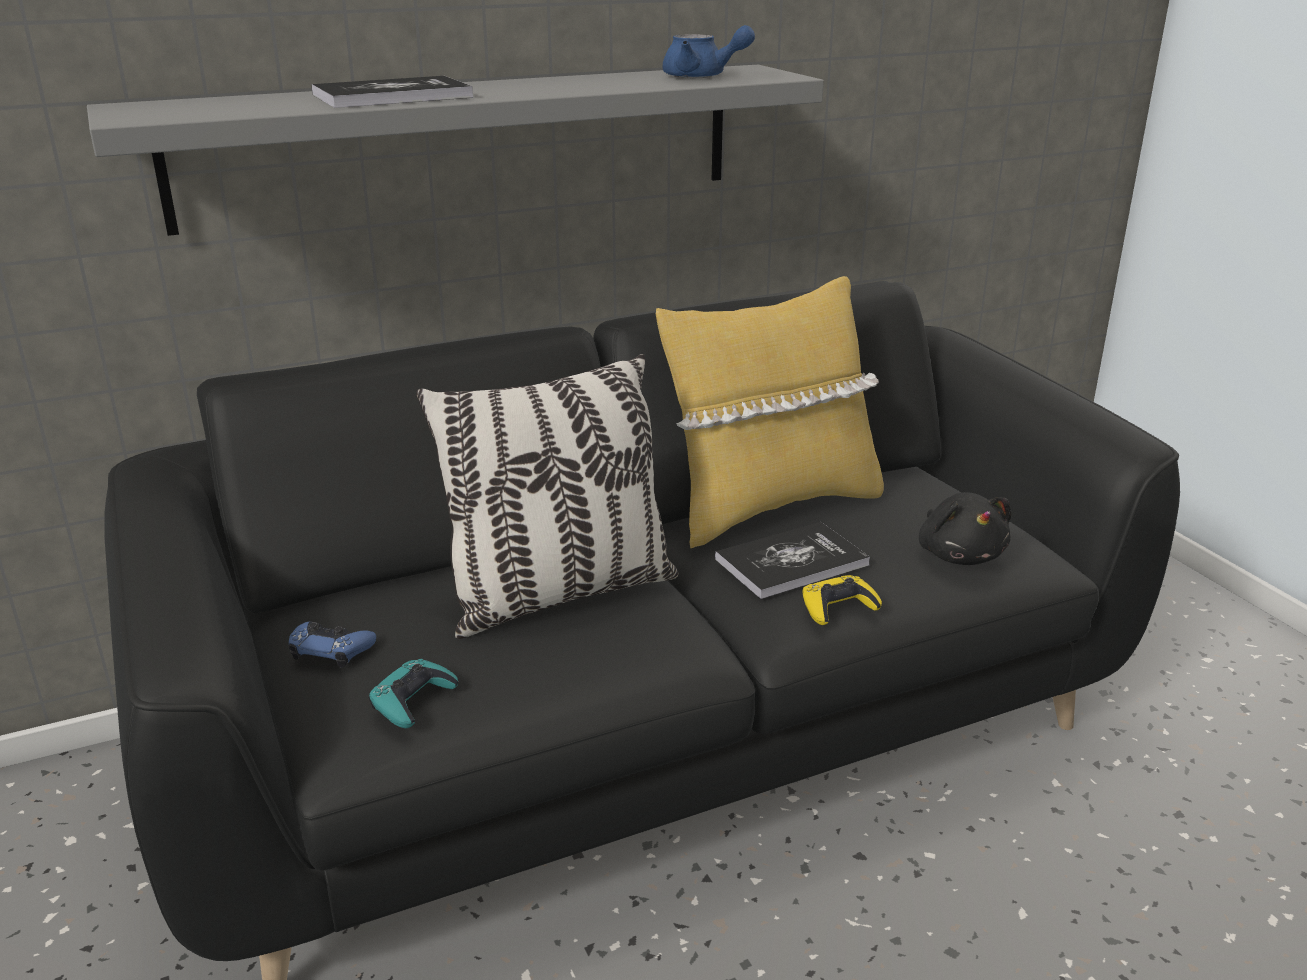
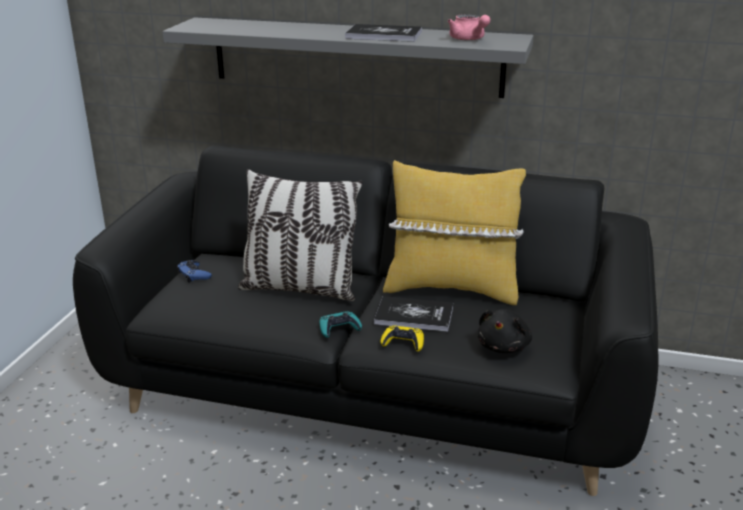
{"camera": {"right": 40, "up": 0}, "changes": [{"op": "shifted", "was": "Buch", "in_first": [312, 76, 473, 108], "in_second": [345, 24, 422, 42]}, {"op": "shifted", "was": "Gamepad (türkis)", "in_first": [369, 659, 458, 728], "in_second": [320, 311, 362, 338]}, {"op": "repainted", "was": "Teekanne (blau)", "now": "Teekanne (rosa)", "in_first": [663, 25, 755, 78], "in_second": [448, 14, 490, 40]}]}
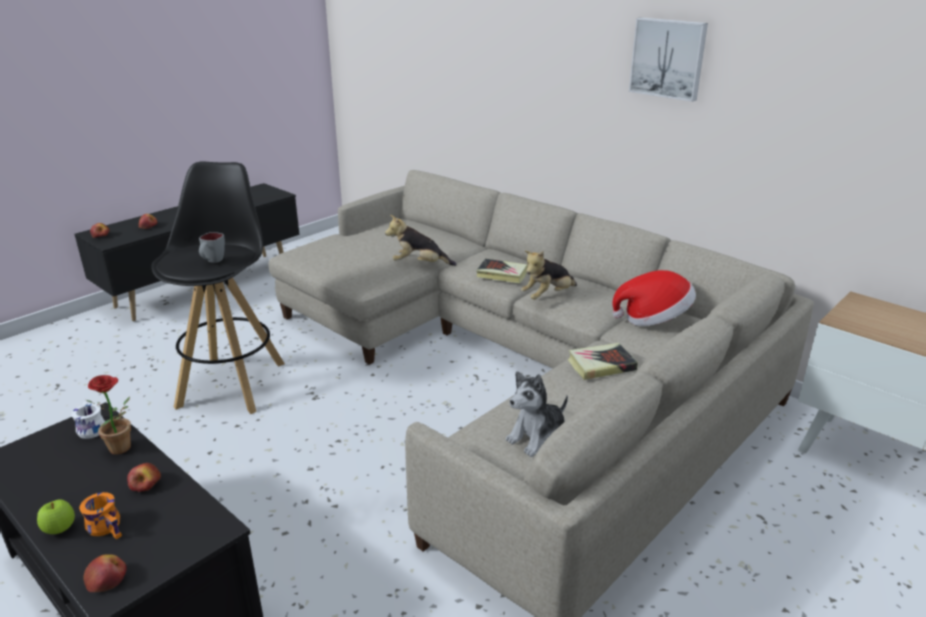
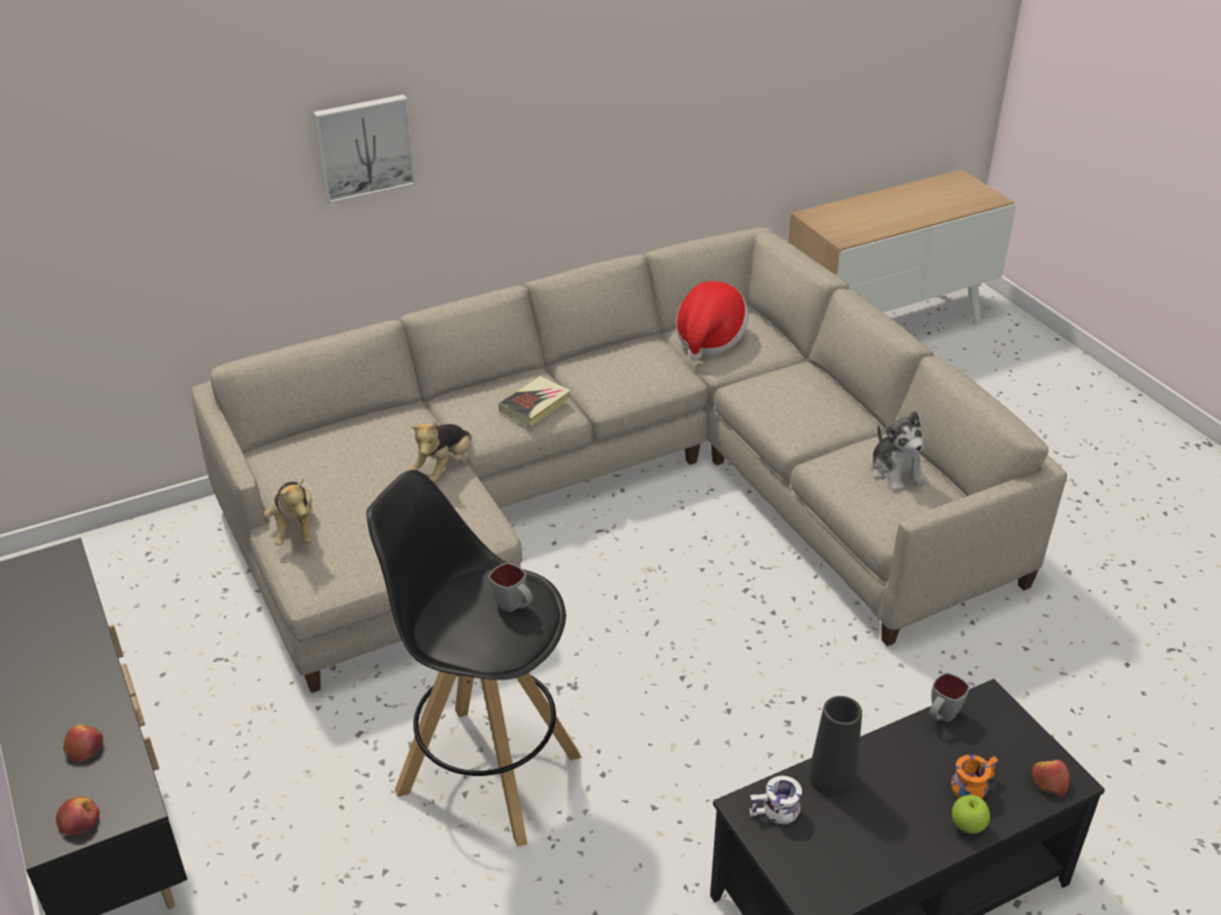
{"camera": {"right": -70, "up": 10}, "changes": [{"op": "gone", "was": "Apfel", "in_first": [127, 463, 161, 492]}, {"op": "gone", "was": "Buch", "in_first": [568, 343, 638, 380]}, {"op": "new", "now": "Henkelbecher (grau)", "in_second": [929, 673, 970, 722]}, {"op": "shifted", "was": "Plüschtier", "in_first": [521, 251, 577, 300], "in_second": [264, 479, 313, 546]}, {"op": "shifted", "was": "Bild", "in_first": [629, 17, 708, 102], "in_second": [313, 94, 416, 204]}, {"op": "swapped", "was": "Topfpflanze", "now": "Vase (schwarz)", "in_first": [86, 375, 131, 454], "in_second": [809, 696, 862, 797]}]}
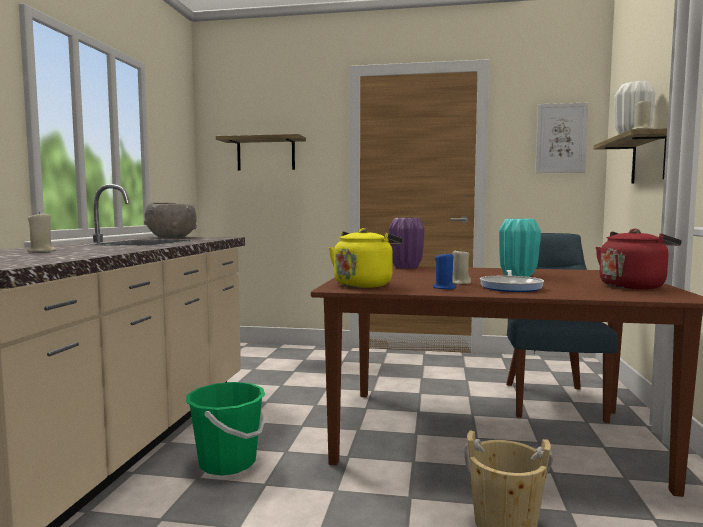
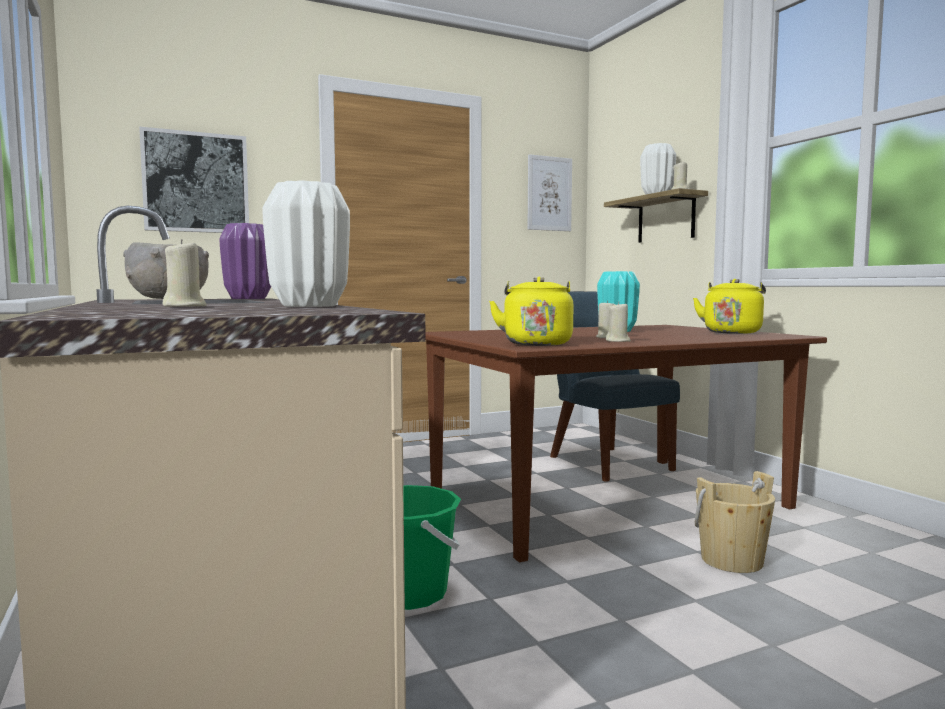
{"camera": {"right": -35, "up": 0}, "changes": [{"op": "gone", "was": "Pfanne", "in_first": [480, 270, 544, 292]}, {"op": "new", "now": "Vase (weiß)", "in_second": [262, 180, 350, 307]}, {"op": "shifted", "was": "Vase (lila)", "in_first": [389, 218, 424, 269], "in_second": [220, 223, 271, 299]}, {"op": "swapped", "was": "Wandregal", "now": "Bild", "in_first": [216, 134, 306, 171], "in_second": [139, 127, 249, 233]}, {"op": "repainted", "was": "Kerze (blau)", "now": "Kerze (beige)", "in_first": [433, 252, 457, 289], "in_second": [606, 302, 631, 342]}, {"op": "repainted", "was": "Wasserkessel (rot)", "now": "Wasserkessel (gelb)", "in_first": [596, 229, 682, 290], "in_second": [693, 279, 766, 334]}]}
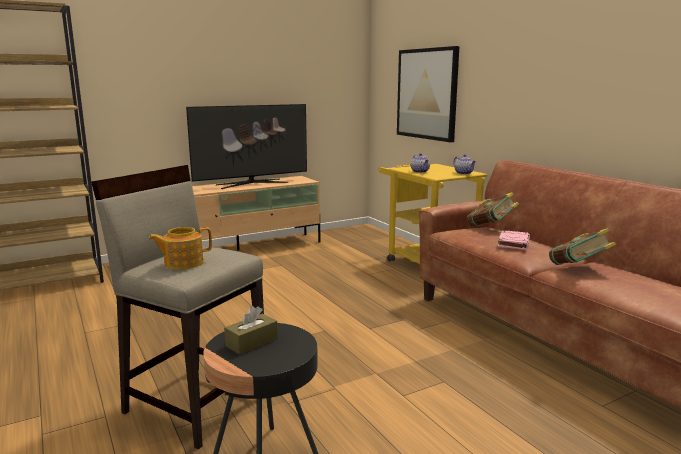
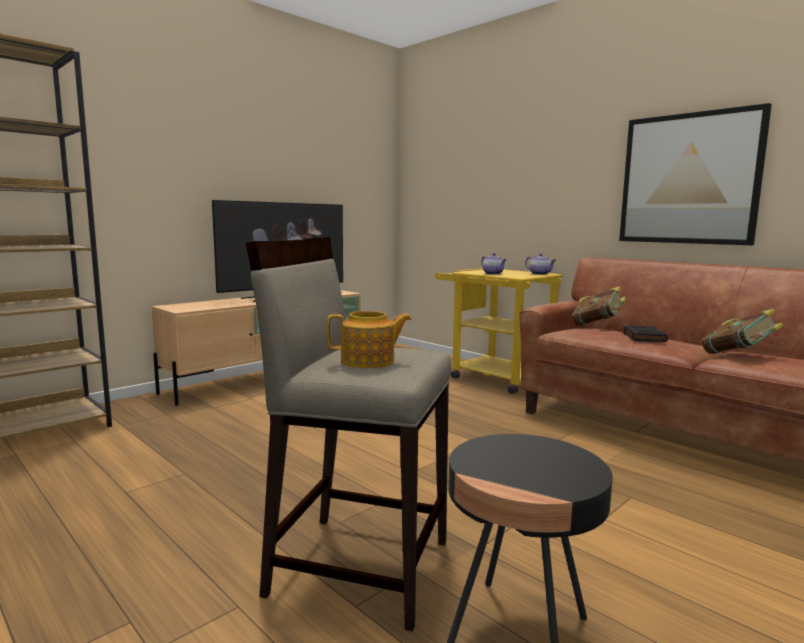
{"camera": {"right": -15, "up": -5}, "changes": [{"op": "gone", "was": "Taschentuchbox (braun)", "in_first": [224, 306, 278, 355]}, {"op": "shifted", "was": "Bild", "in_first": [397, 46, 459, 142], "in_second": [619, 103, 772, 245]}, {"op": "repainted", "was": "Buch (rosa)", "now": "Buch (schwarz)", "in_first": [498, 230, 530, 250], "in_second": [623, 325, 668, 342]}, {"op": "rotated", "was": "Teekanne", "in_first": [149, 227, 212, 270], "in_second": [327, 311, 412, 368], "clockwise": -150}]}
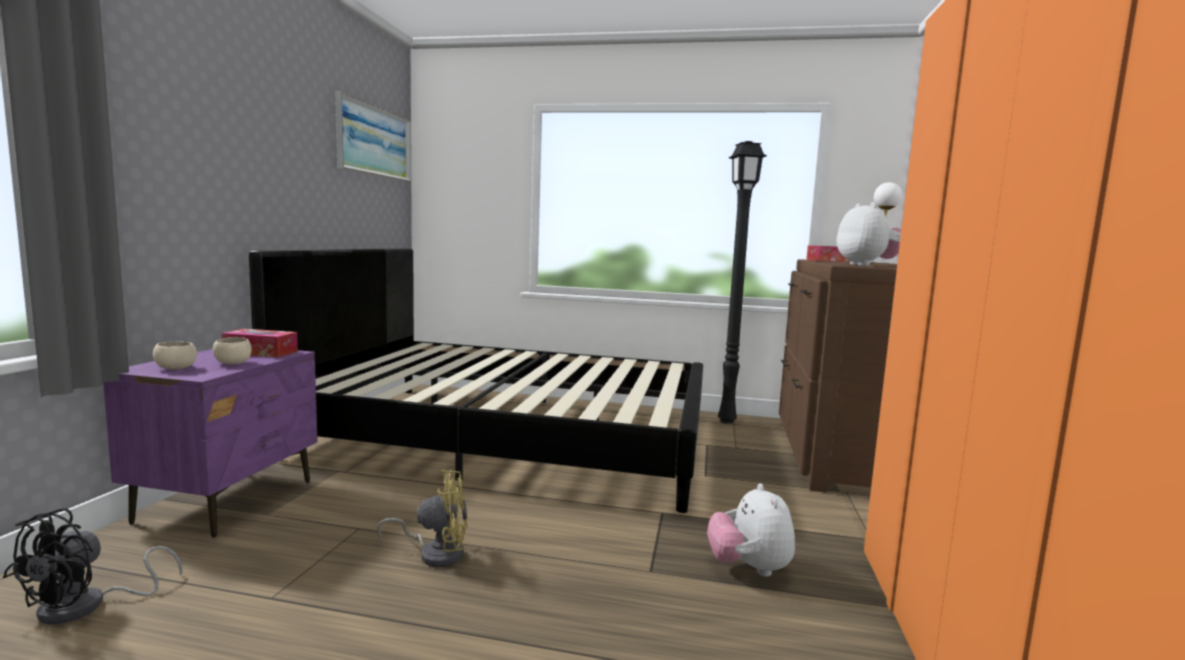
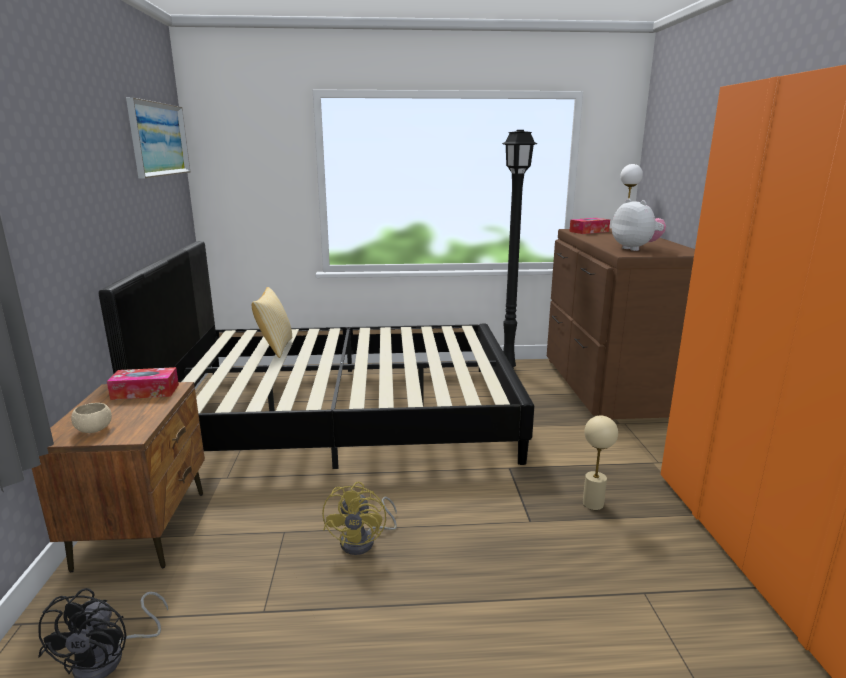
{"camera": {"right": -15, "up": 10}, "changes": [{"op": "gone", "was": "Schüssel (beige)", "in_first": [213, 337, 252, 365]}, {"op": "new", "now": "Kissen", "in_second": [252, 287, 292, 358]}, {"op": "swapped", "was": "Plüschtier", "now": "Tischlampe (beige)", "in_first": [707, 483, 795, 577], "in_second": [583, 416, 618, 510]}, {"op": "repainted", "was": "Nachttisch (lila)", "now": "Nachttisch (braun)", "in_first": [103, 349, 317, 537], "in_second": [32, 382, 205, 573]}, {"op": "rotated", "was": "Ventilator (gelb)", "in_first": [377, 470, 468, 567], "in_second": [322, 482, 397, 555], "clockwise": 120}]}
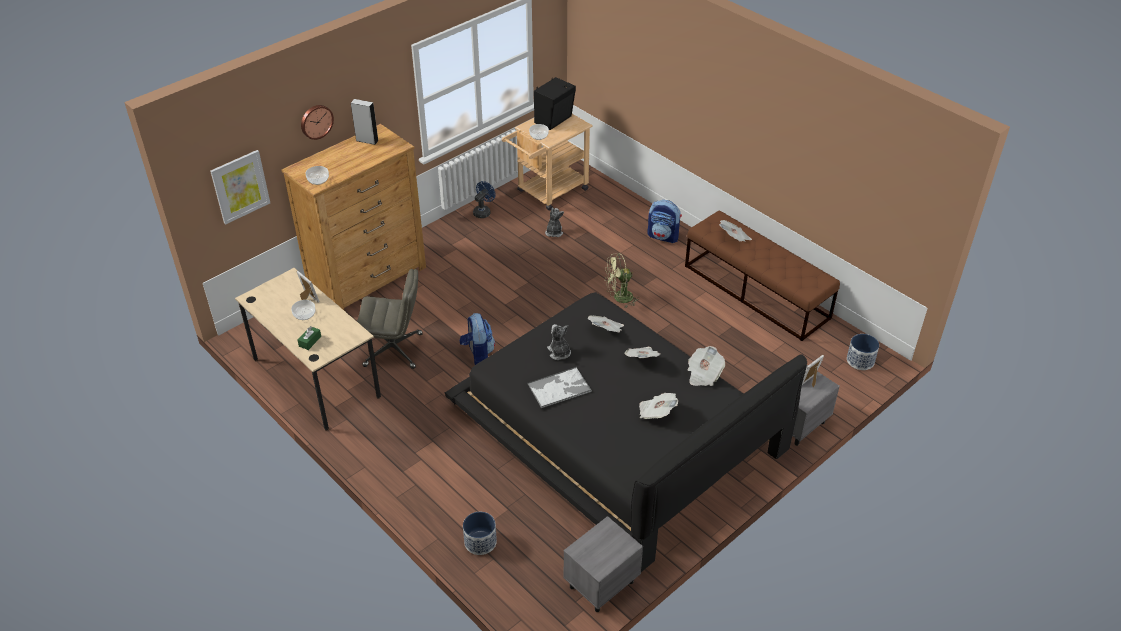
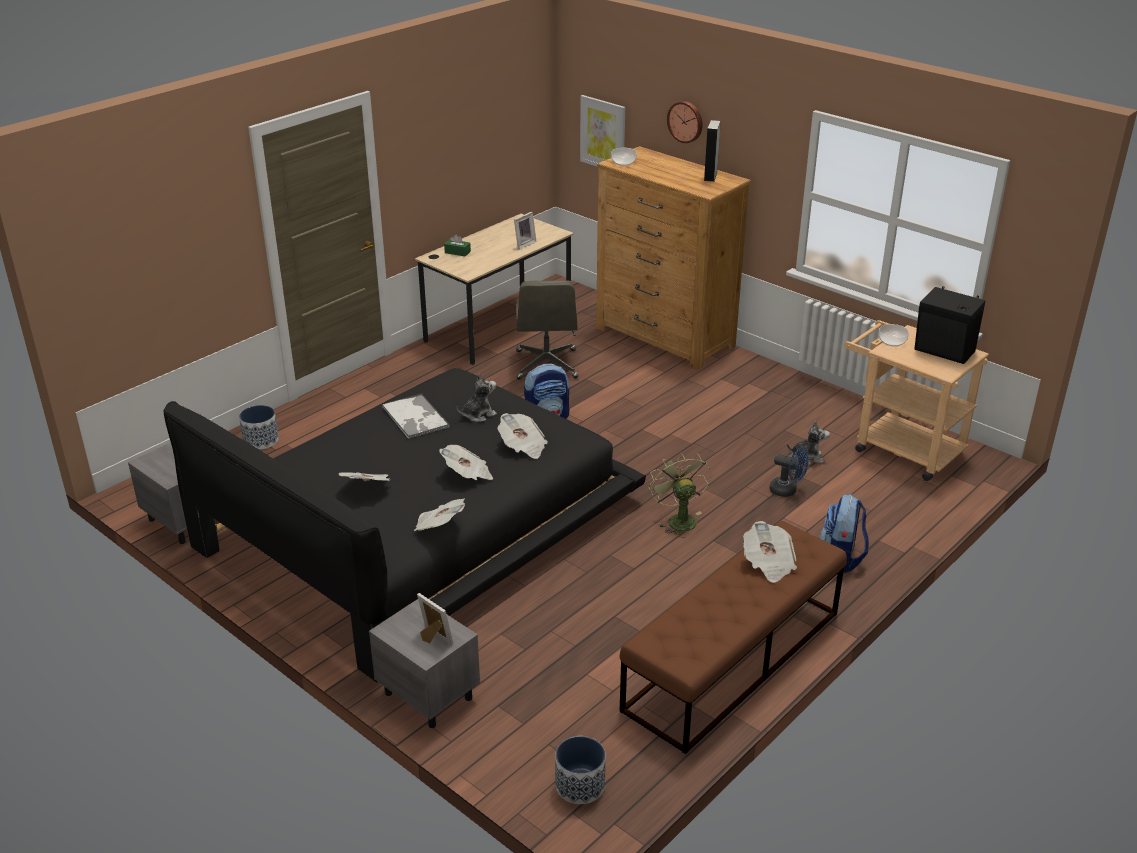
{"camera": {"right": 85, "up": -10}, "changes": [{"op": "gone", "was": "Schüssel", "in_first": [291, 300, 316, 320]}, {"op": "shifted", "was": "Ventilator (blau)", "in_first": [473, 181, 496, 218], "in_second": [769, 448, 809, 497]}]}
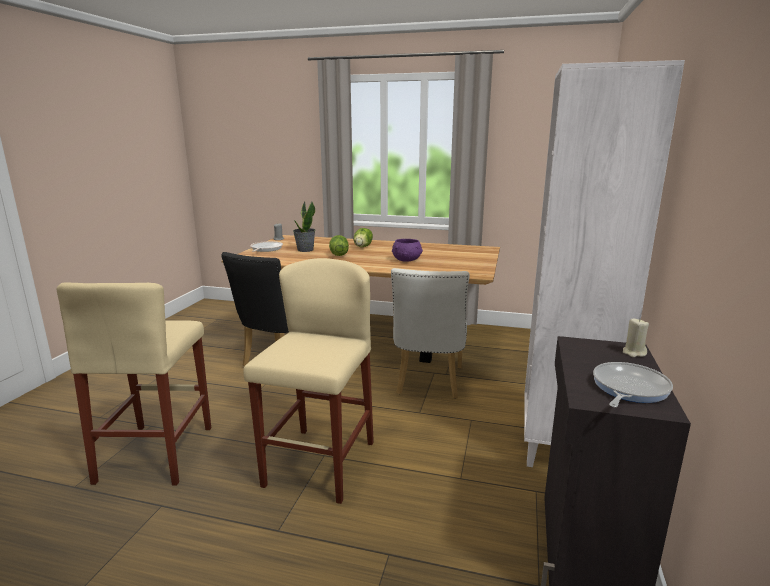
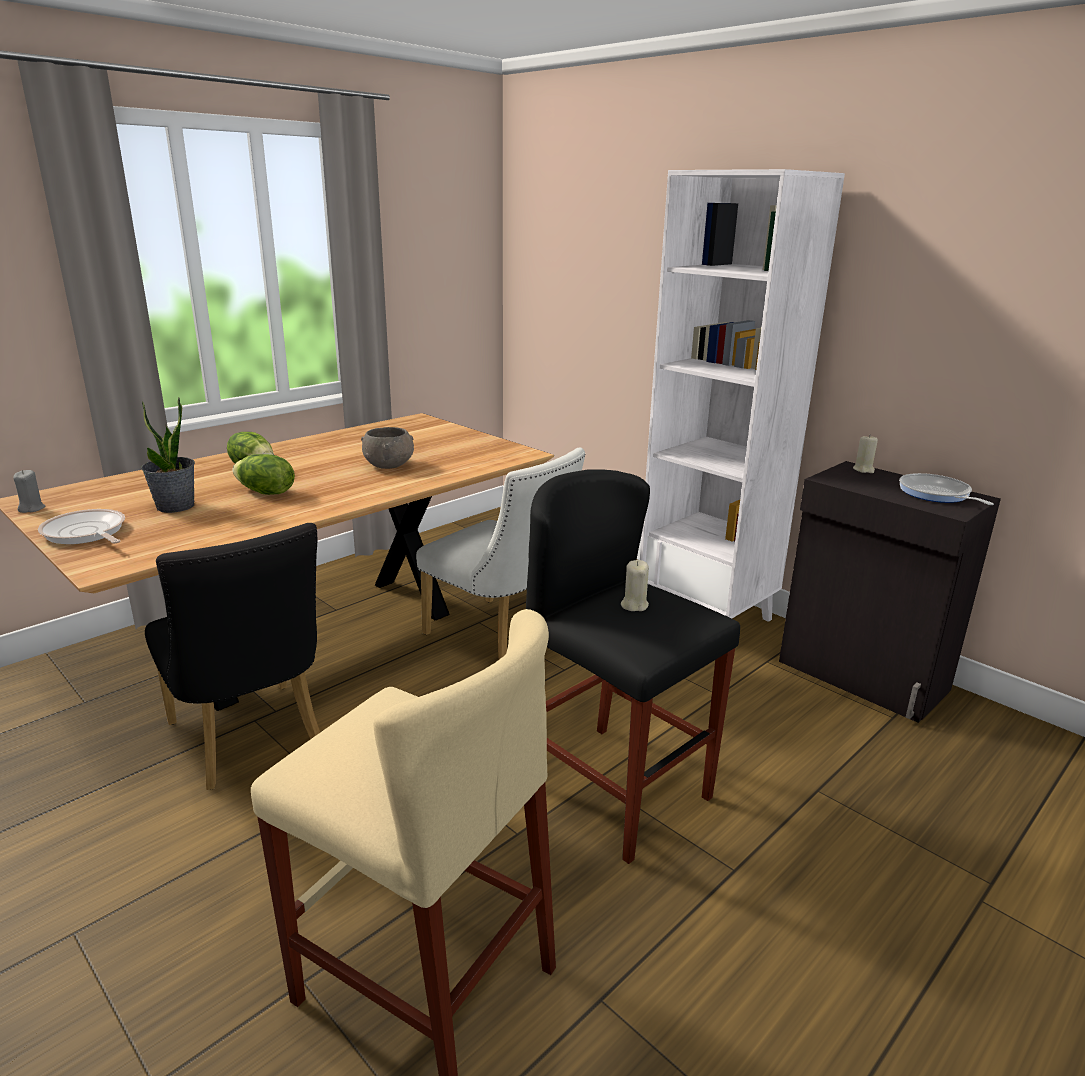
{"camera": {"right": -60, "up": 5}, "changes": [{"op": "new", "now": "Kerze (beige)", "in_second": [621, 560, 649, 611]}, {"op": "repainted", "was": "Hocker (beige)", "now": "Hocker (schwarz)", "in_first": [243, 258, 374, 504], "in_second": [526, 469, 740, 864]}, {"op": "repainted", "was": "Schüssel (lila)", "now": "Schüssel (grau)", "in_first": [392, 239, 423, 262], "in_second": [361, 427, 414, 469]}]}
